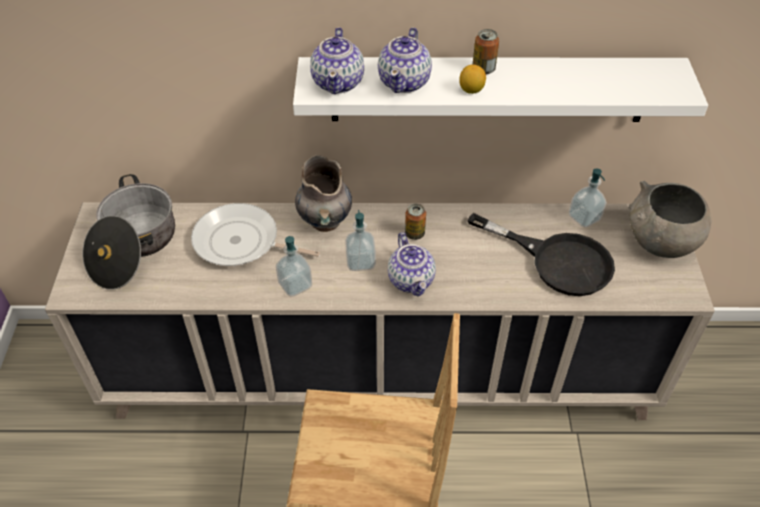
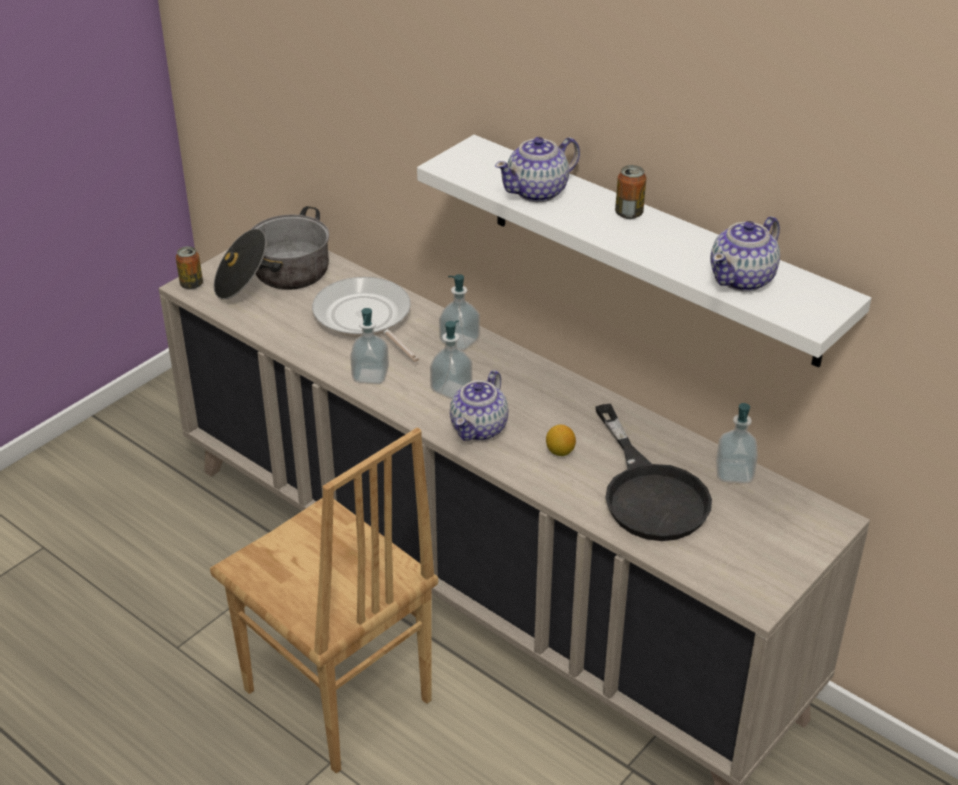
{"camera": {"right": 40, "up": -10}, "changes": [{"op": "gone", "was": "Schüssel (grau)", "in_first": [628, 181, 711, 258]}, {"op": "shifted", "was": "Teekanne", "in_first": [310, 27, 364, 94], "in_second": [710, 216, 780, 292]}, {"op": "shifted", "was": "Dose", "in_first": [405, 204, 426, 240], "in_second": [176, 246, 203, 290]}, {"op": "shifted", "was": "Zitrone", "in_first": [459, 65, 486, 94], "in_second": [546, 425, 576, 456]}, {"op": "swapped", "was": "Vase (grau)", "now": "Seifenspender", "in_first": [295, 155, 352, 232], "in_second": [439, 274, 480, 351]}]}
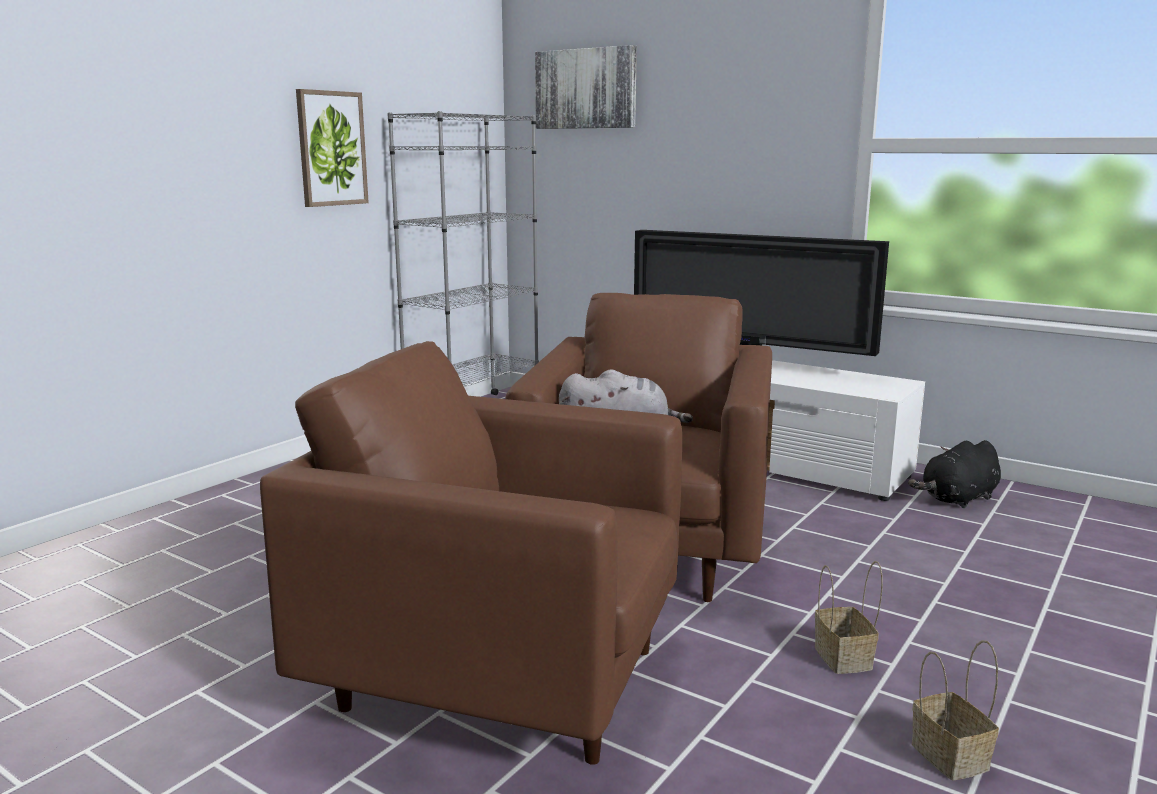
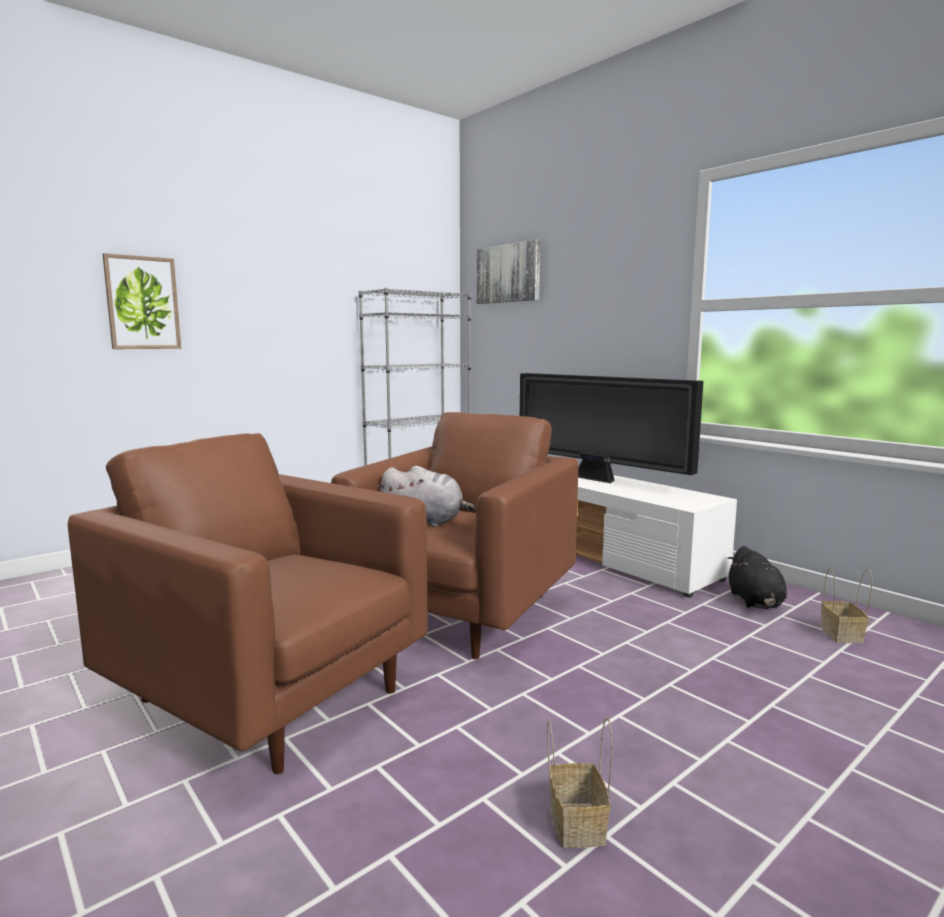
{"camera": {"right": 15, "up": -5}, "changes": [{"op": "shifted", "was": "Bild", "in_first": [296, 89, 369, 207], "in_second": [103, 253, 181, 349]}, {"op": "shifted", "was": "Korb", "in_first": [815, 561, 883, 674], "in_second": [821, 568, 872, 643]}, {"op": "rotated", "was": "Plüschtier (schwarz)", "in_first": [908, 440, 1001, 508], "in_second": [727, 546, 787, 609], "clockwise": -75}]}
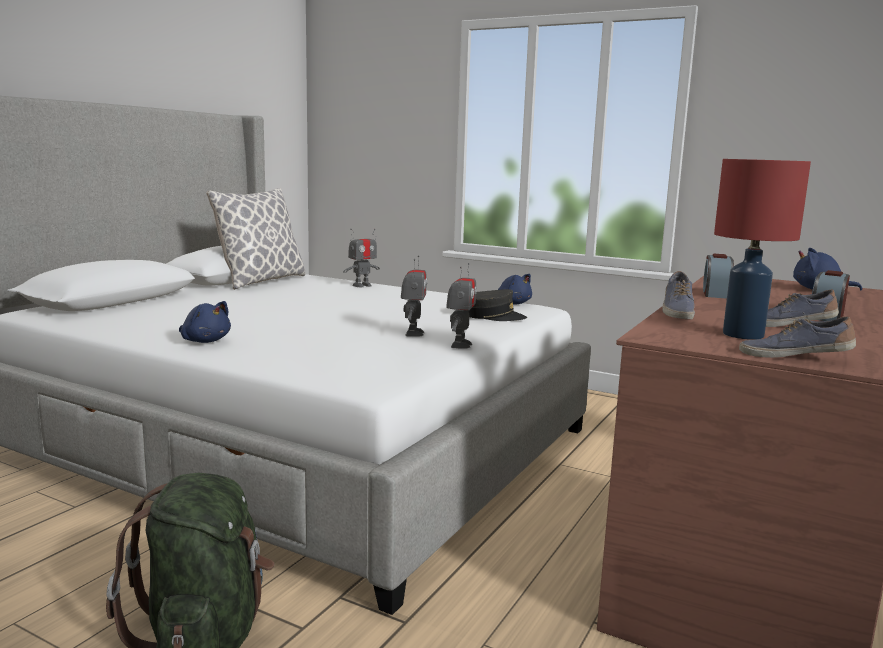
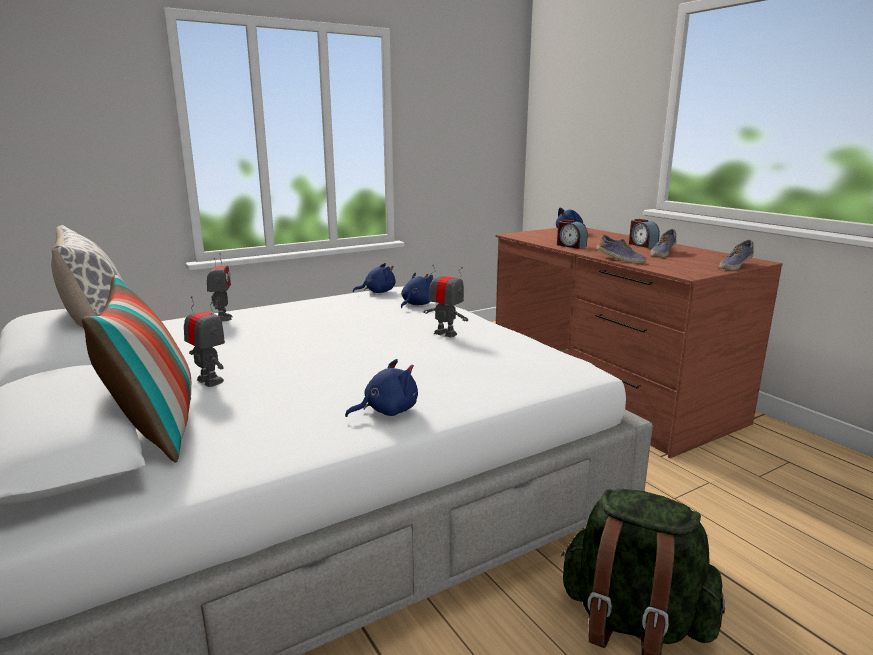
{"camera": {"right": -60, "up": 5}, "changes": [{"op": "gone", "was": "Tischlampe (rot)", "in_first": [714, 159, 811, 340]}, {"op": "new", "now": "Kissen", "in_second": [82, 275, 191, 463]}, {"op": "shifted", "was": "Spielzeugroboter", "in_first": [446, 263, 477, 349], "in_second": [184, 296, 225, 387]}, {"op": "swapped", "was": "Kappe (grau)", "now": "Plüschtier (blau)", "in_first": [468, 289, 527, 321], "in_second": [401, 272, 434, 308]}]}
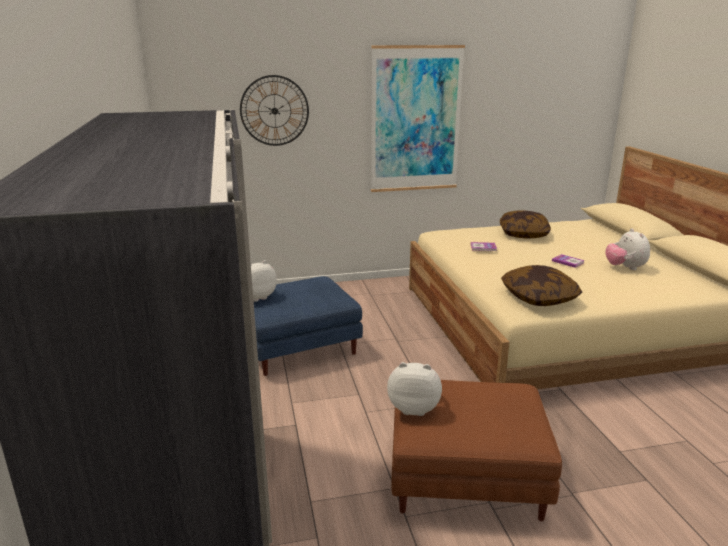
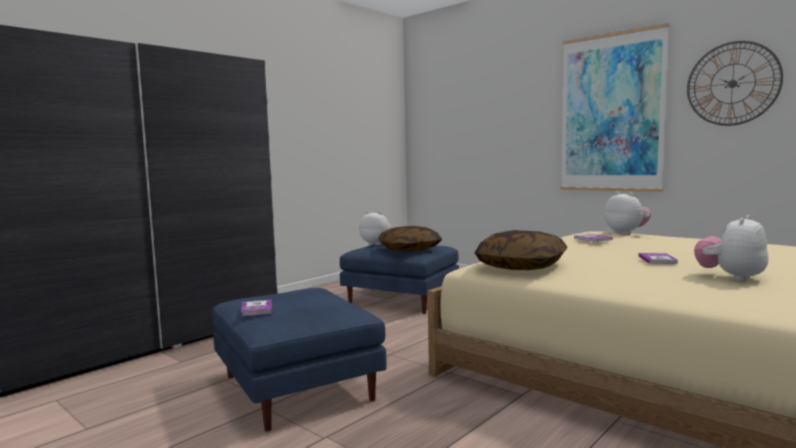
{"camera": {"right": 55, "up": -15}, "changes": [{"op": "new", "now": "Buch", "in_second": [241, 299, 272, 316]}, {"op": "shifted", "was": "Wanduhr", "in_first": [240, 75, 309, 146], "in_second": [687, 41, 783, 126]}, {"op": "shifted", "was": "Plüschtier", "in_first": [387, 362, 442, 416], "in_second": [604, 192, 651, 235]}, {"op": "shifted", "was": "Kissen", "in_first": [500, 210, 551, 239], "in_second": [378, 226, 442, 252]}, {"op": "repainted", "was": "Polsterhocker (braun)", "now": "Polsterhocker (blau)", "in_first": [391, 380, 562, 521], "in_second": [212, 288, 387, 432]}]}
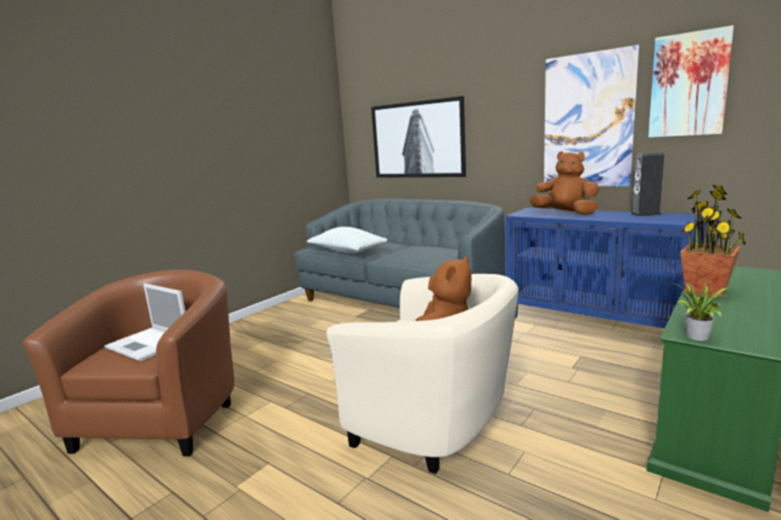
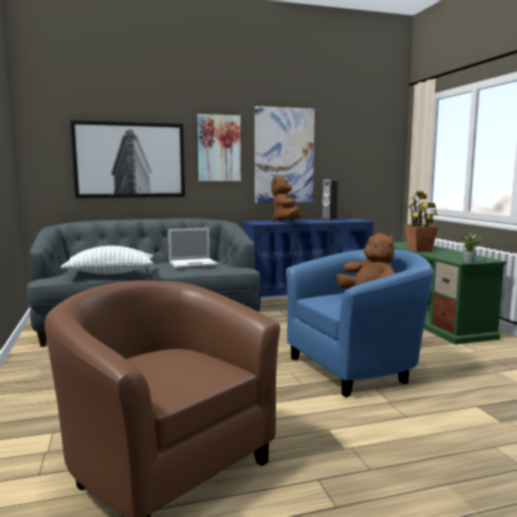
{"camera": {"right": -55, "up": -5}, "changes": [{"op": "shifted", "was": "Laptop", "in_first": [105, 283, 186, 361], "in_second": [168, 228, 218, 268]}, {"op": "shifted", "was": "Bild", "in_first": [648, 25, 734, 138], "in_second": [197, 114, 241, 181]}, {"op": "repainted", "was": "Sessel (beige)", "now": "Sessel (blau)", "in_first": [327, 274, 518, 474], "in_second": [286, 249, 433, 397]}, {"op": "rotated", "was": "Plüschtier (braun)", "in_first": [530, 151, 599, 215], "in_second": [271, 176, 301, 222], "clockwise": -60}]}
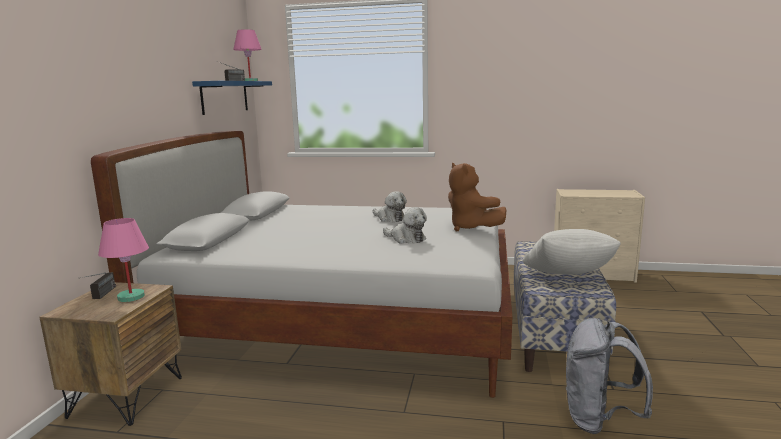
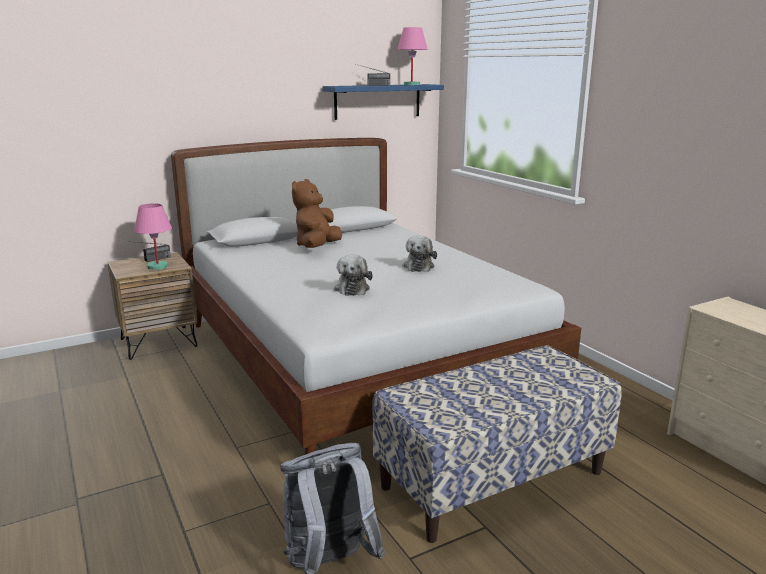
{"camera": {"right": 50, "up": 5}, "changes": [{"op": "gone", "was": "Kissen (weiß)", "in_first": [522, 229, 621, 275]}, {"op": "shifted", "was": "Plüschtier (braun)", "in_first": [448, 163, 507, 231], "in_second": [292, 179, 342, 248]}]}
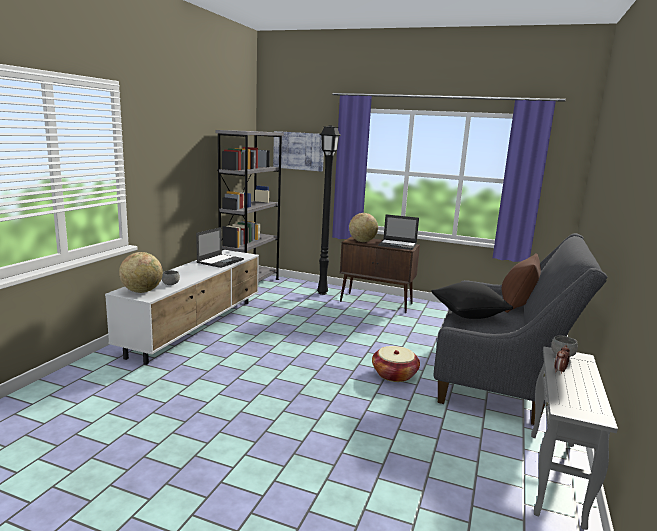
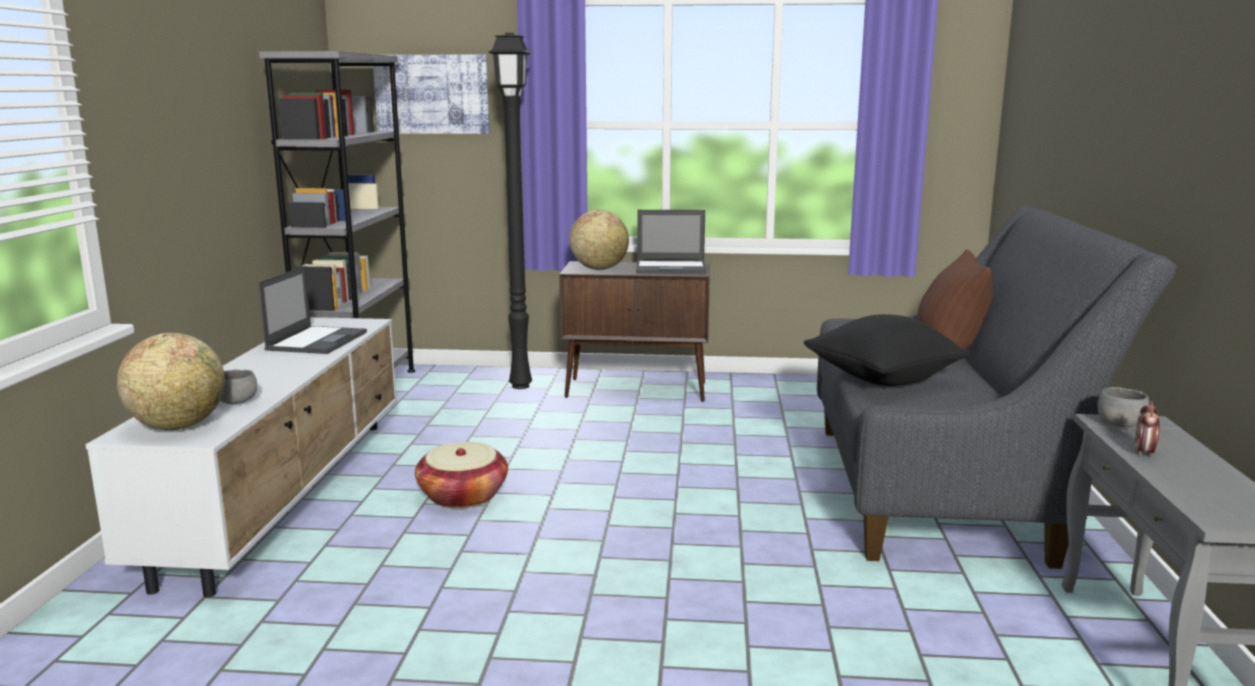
{"camera": {"right": -15, "up": 0}, "changes": [{"op": "shifted", "was": "Korb", "in_first": [372, 346, 420, 382], "in_second": [415, 442, 508, 508]}]}
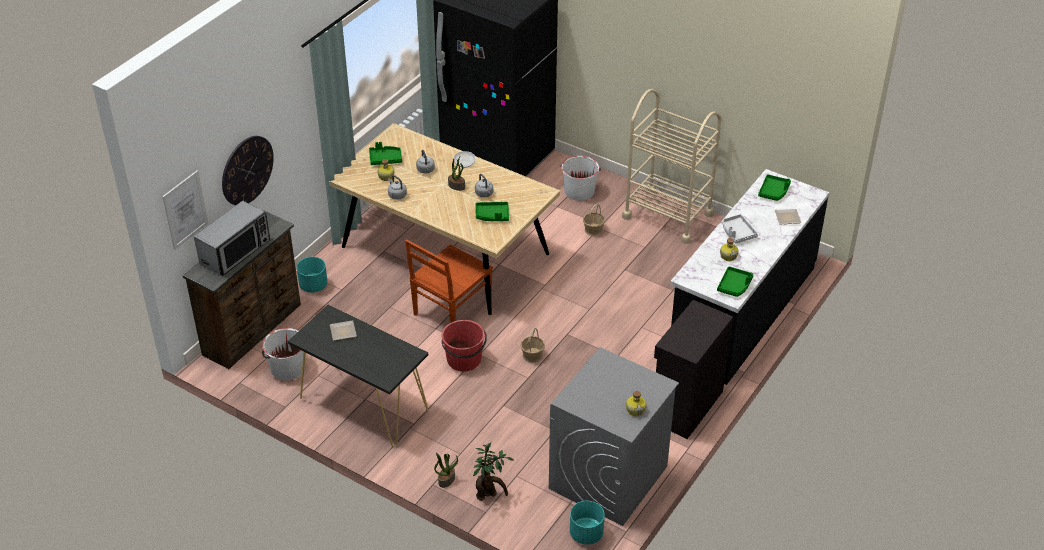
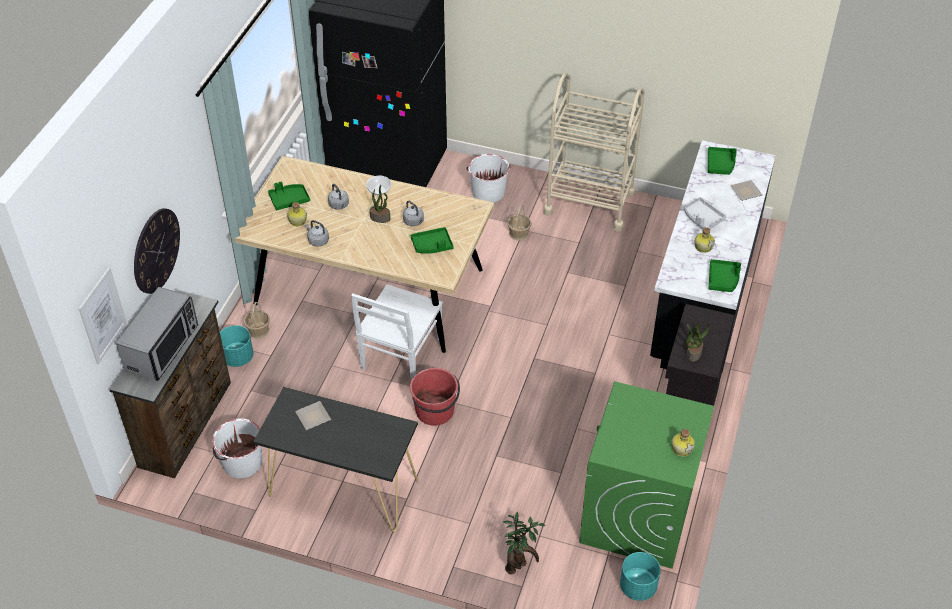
{"camera": {"right": -15, "up": 5}, "changes": [{"op": "shifted", "was": "Topfpflanze", "in_first": [434, 453, 458, 488], "in_second": [686, 323, 709, 362]}, {"op": "shifted", "was": "Korb", "in_first": [520, 328, 545, 363], "in_second": [244, 302, 270, 339]}, {"op": "repainted", "was": "Stuhl (braun)", "now": "Stuhl (weiß)", "in_first": [405, 239, 493, 323], "in_second": [351, 284, 443, 380]}, {"op": "repainted", "was": "Waschmaschine (grau)", "now": "Waschmaschine (grün)", "in_first": [549, 347, 679, 526], "in_second": [579, 382, 714, 569]}]}
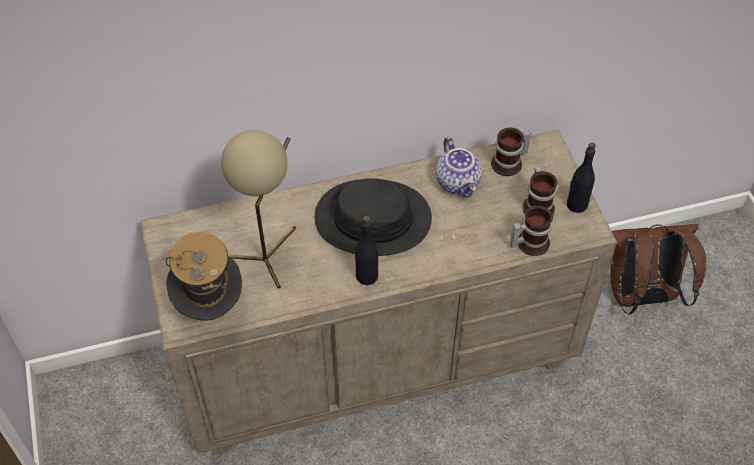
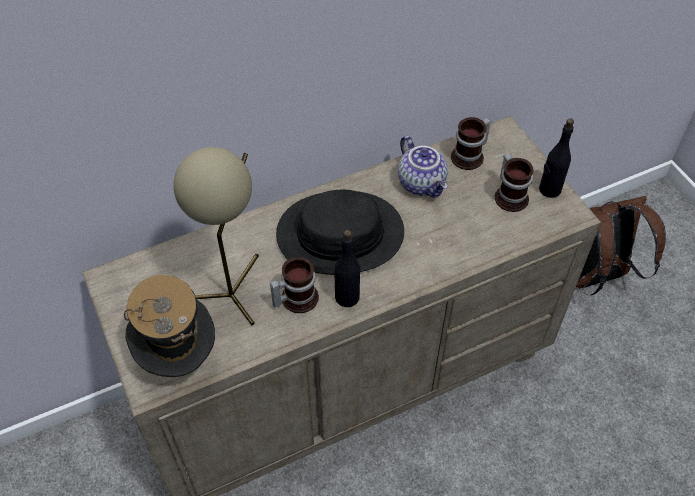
{"camera": {"right": -10, "up": 0}, "changes": [{"op": "shifted", "was": "Henkelbecher", "in_first": [510, 206, 553, 256], "in_second": [270, 257, 319, 313]}]}
